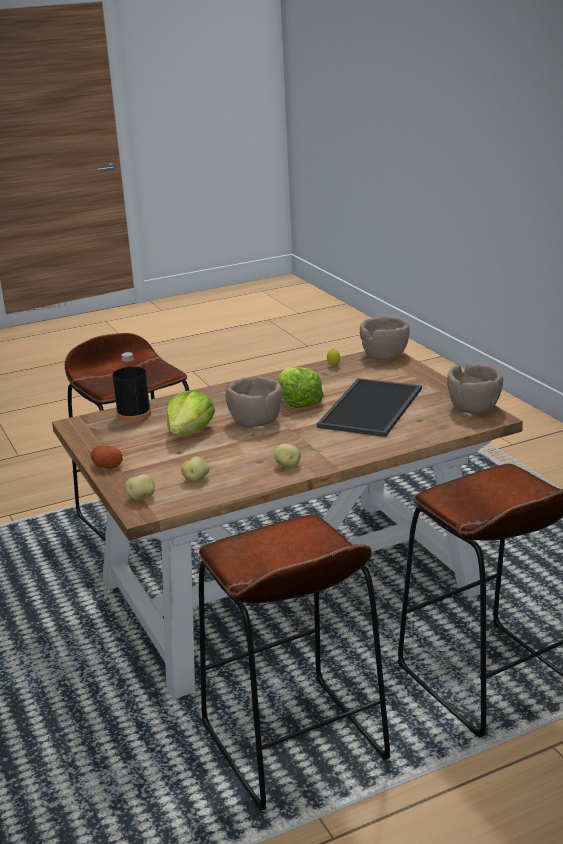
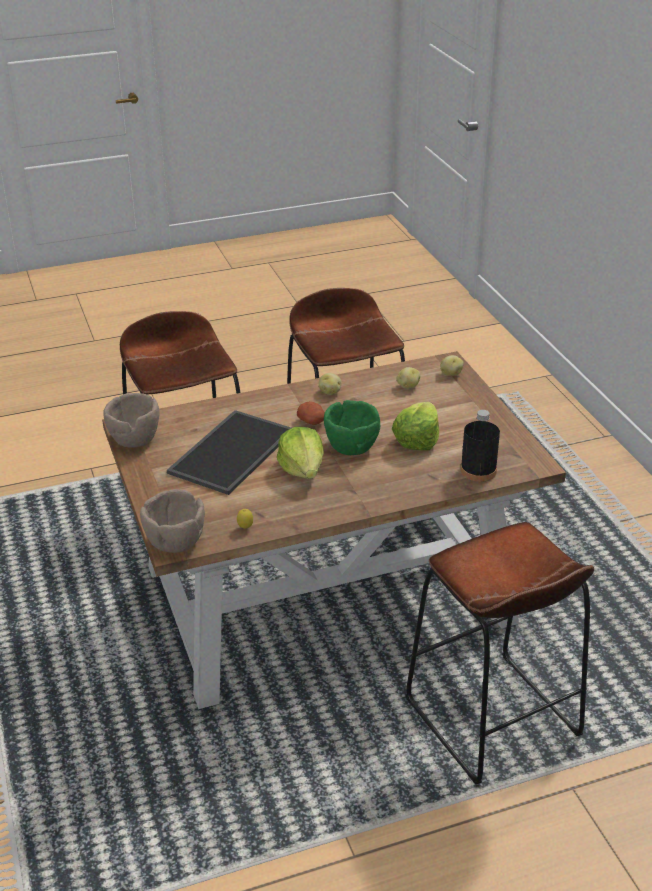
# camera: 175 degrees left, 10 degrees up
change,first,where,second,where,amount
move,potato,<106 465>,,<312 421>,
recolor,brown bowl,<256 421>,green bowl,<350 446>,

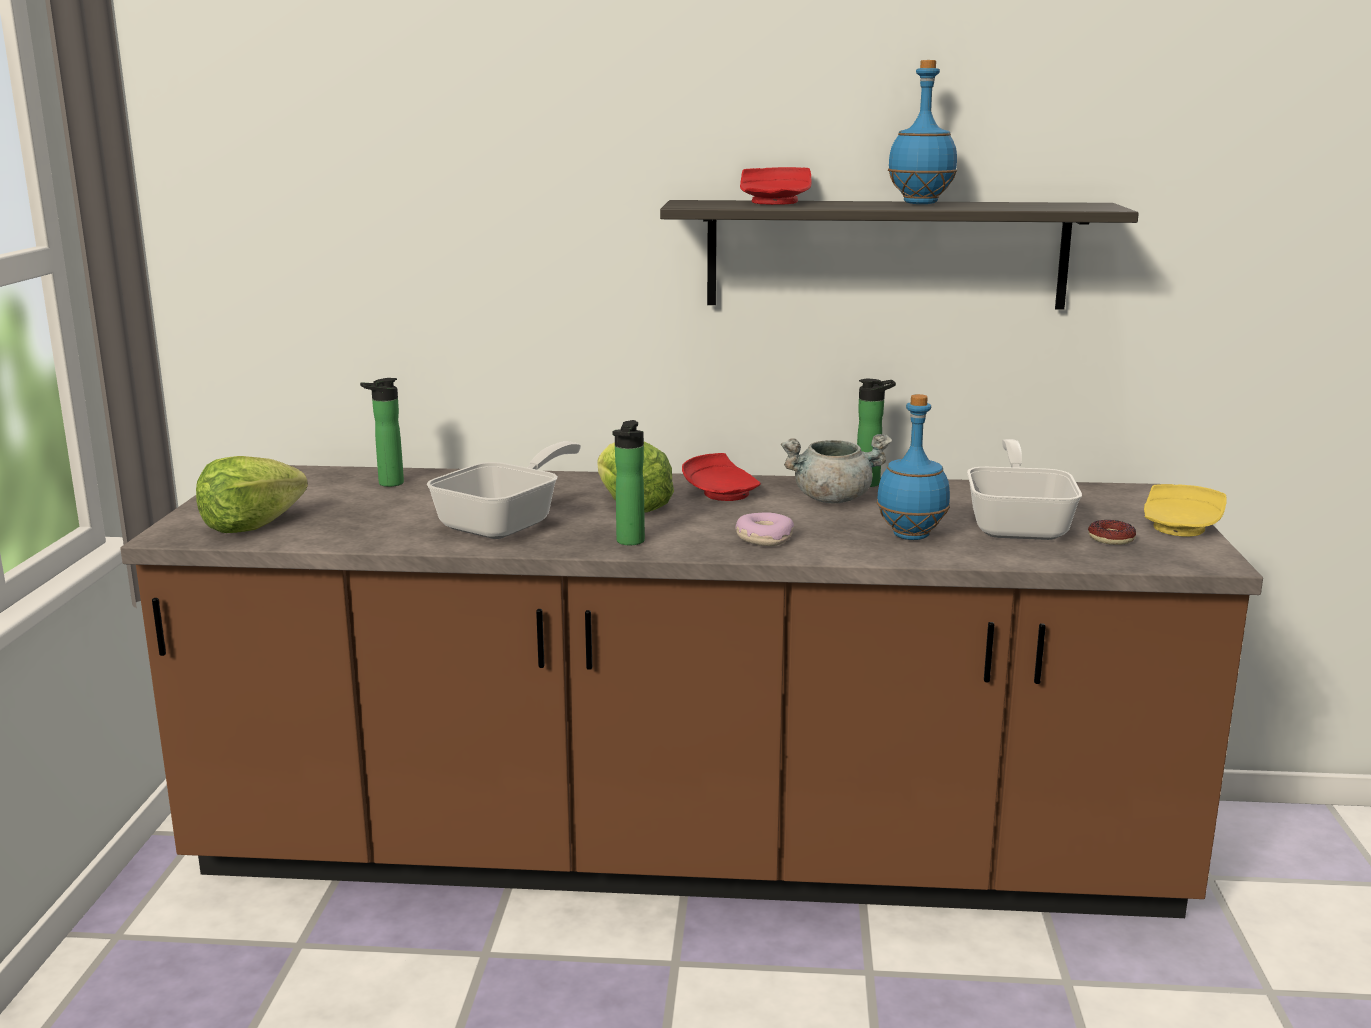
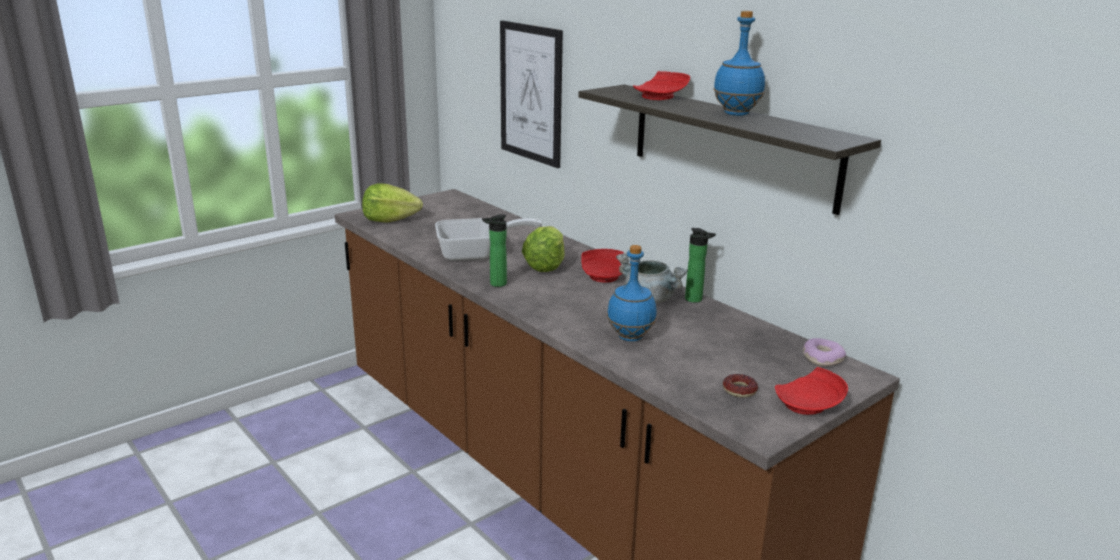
# camera: 45 degrees right, 5 degrees up
change,first,where,second,where,amount
insert,,,picture,<531 93>,
recolor,yellow plate,<1181 527>,red plate,<809 405>,
move,donut,<764 539>,,<822 358>,
delete,bottle,<387 484>,,,
delete,frying pan,<1019 524>,,,

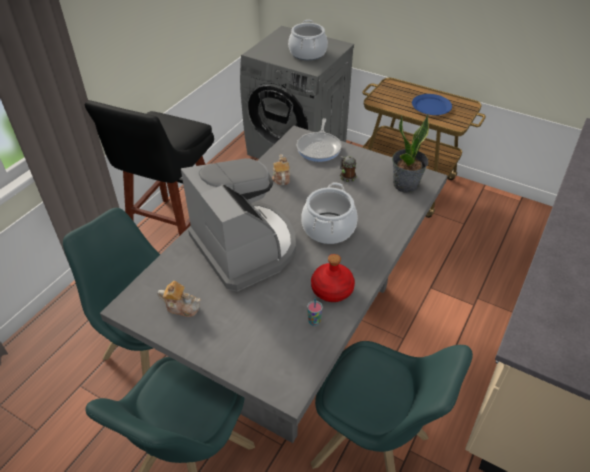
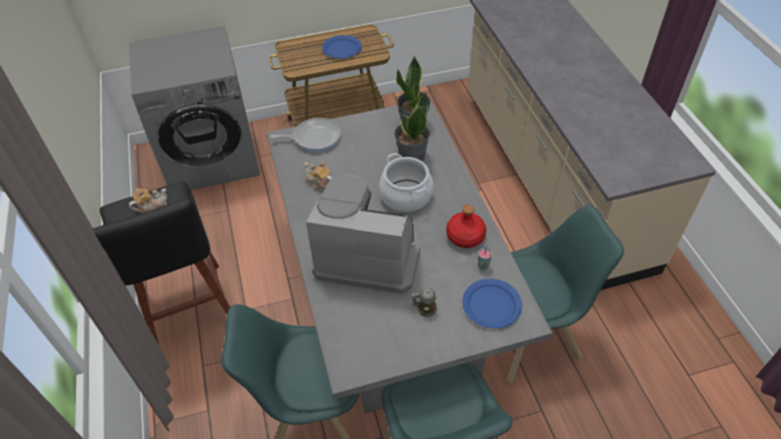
# camera: 45 degrees left, 5 degrees up
change,first,where,second,where,amount
move,teapot,<182 307>,,<152 207>,
rotate,frying pan,<319 148>,,<314 138>,60 degrees counterclockwise
insert,,,potted plant,<411 156>,
move,mug,<346 176>,,<424 309>,
insert,,,blue plate,<491 305>,
delete,cooking pot,<308 53>,,,

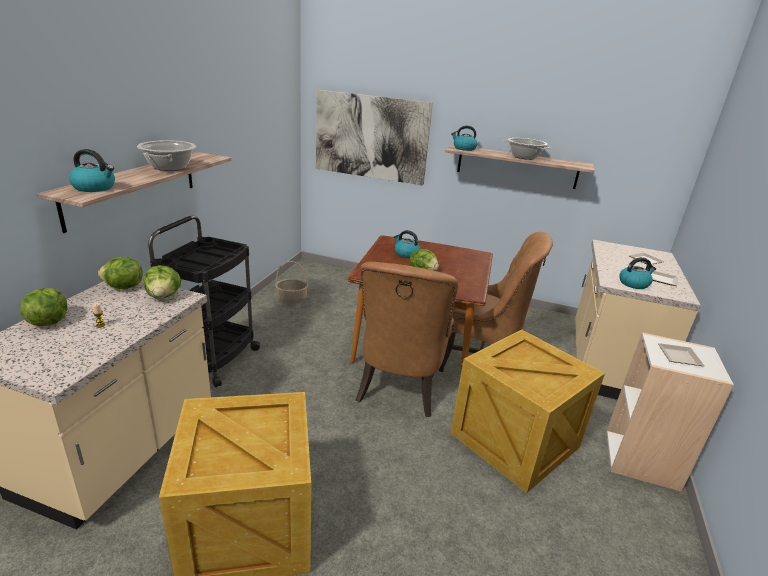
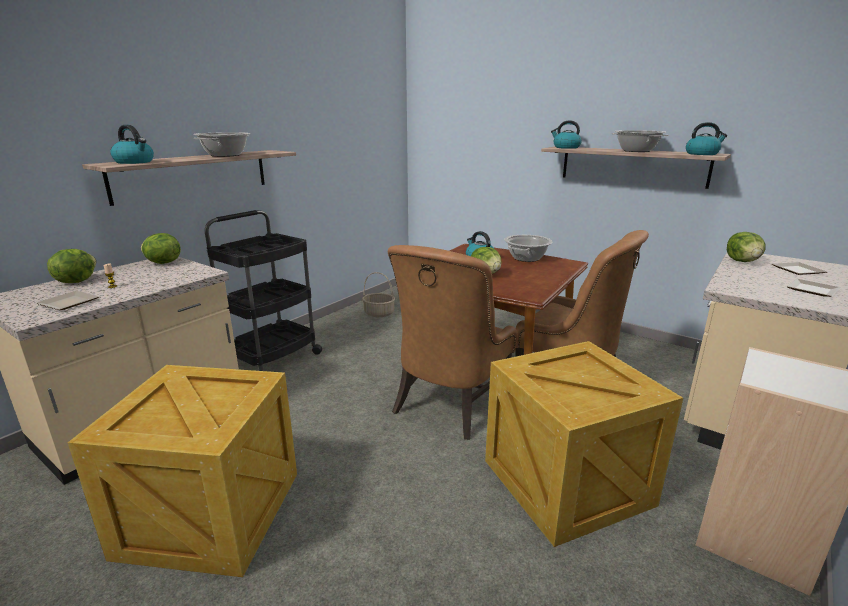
# camera: 20 degrees right, 5 degrees down
change,first,where,second,where,amount
move,plate,<677 356>,,<69 302>,
insert,,,cooking pot,<526 258>,
move,kettle,<634 283>,,<702 154>,
move,lettuce,<164 296>,,<743 261>,
delete,picture,<371 137>,,,

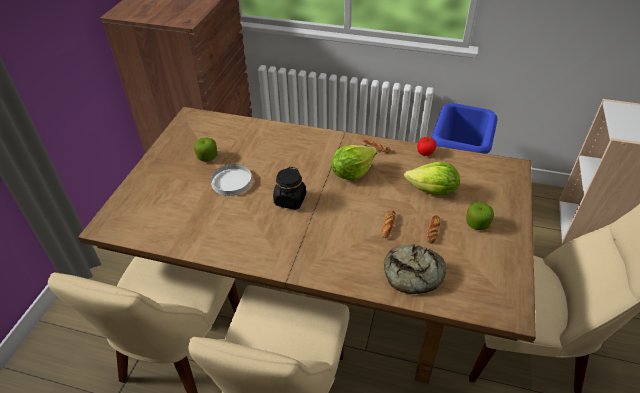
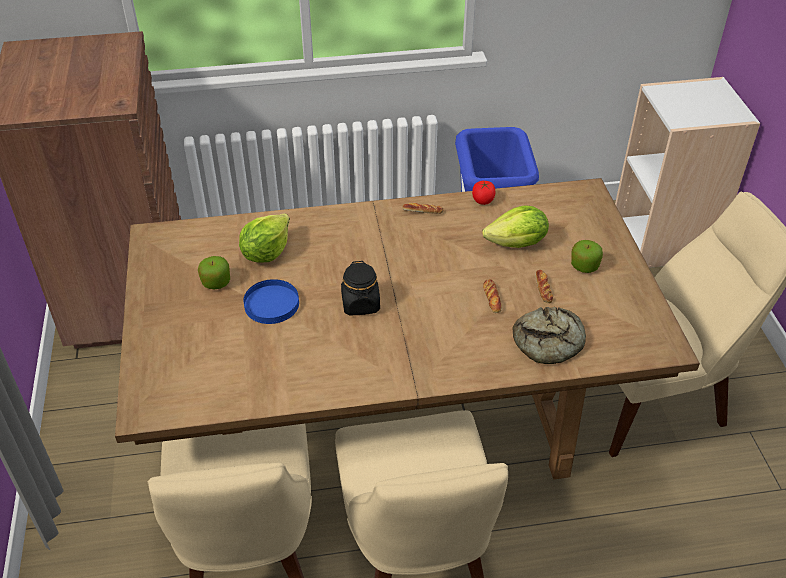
# camera: 25 degrees left, 0 degrees up
change,first,where,second,where,amount
move,lettuce,<352 172>,,<266 252>,
recolor,white plate,<231 182>,blue plate,<271 304>,

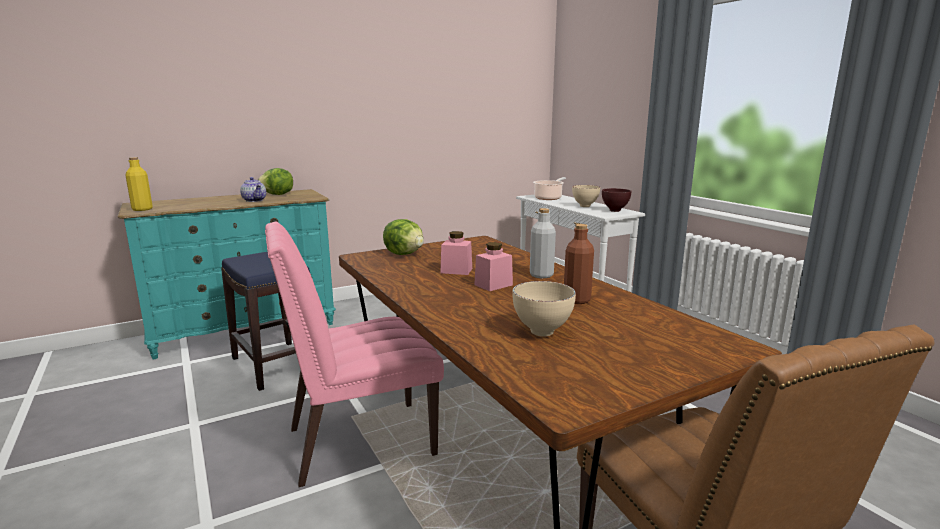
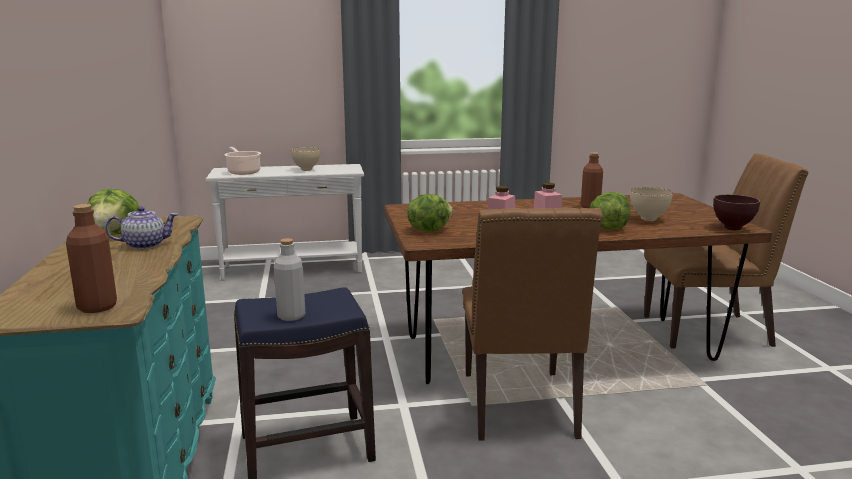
# camera: 70 degrees left, 0 degrees up
change,first,where,second,where,amount
recolor,yellow bottle,<142 209>,brown bottle,<97 307>,
move,grey bottle,<541 275>,,<291 316>,
recolor,pink chair,<362 441>,brown chair,<518 404>,
insert,,,lettuce,<608 228>,
move,brown bowl,<615 211>,,<733 229>,

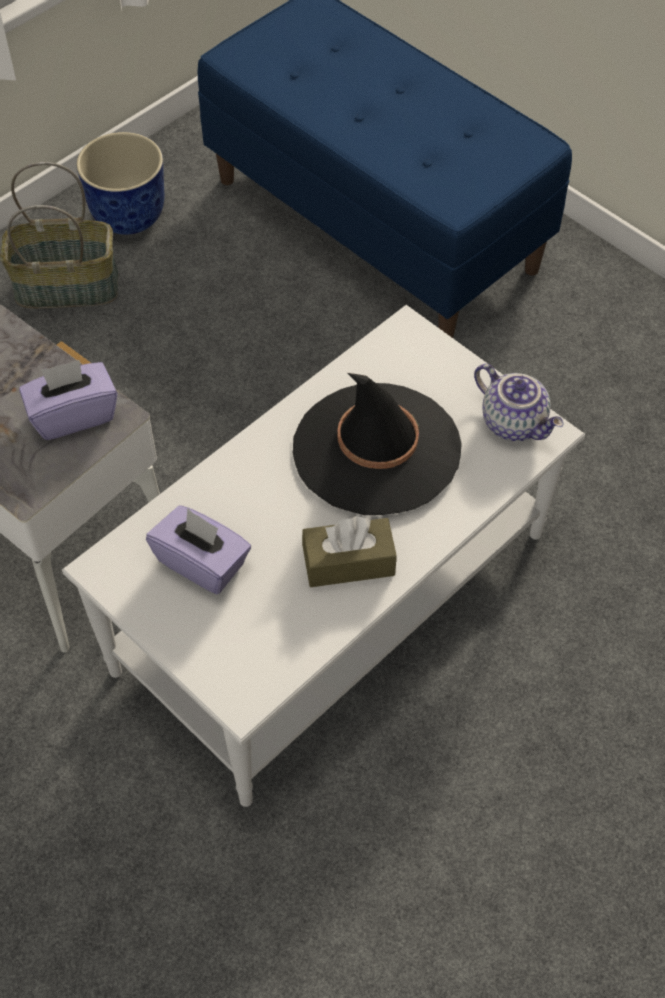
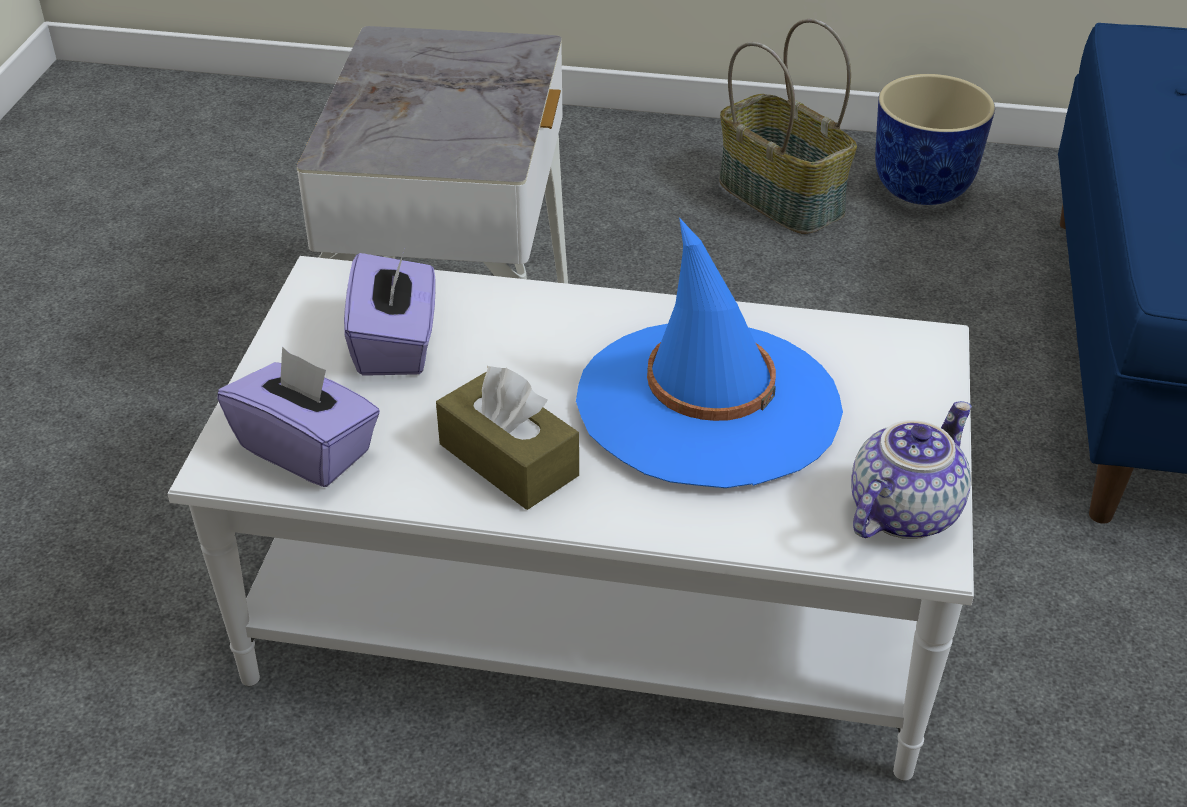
# camera: 55 degrees right, 15 degrees down
change,first,where,second,where,amount
move,purple tissue box,<73 415>,,<307 449>,
recolor,black hat,<376 449>,blue hat,<708 403>,
rotate,teapot,<515 422>,,<902 510>,150 degrees counterclockwise

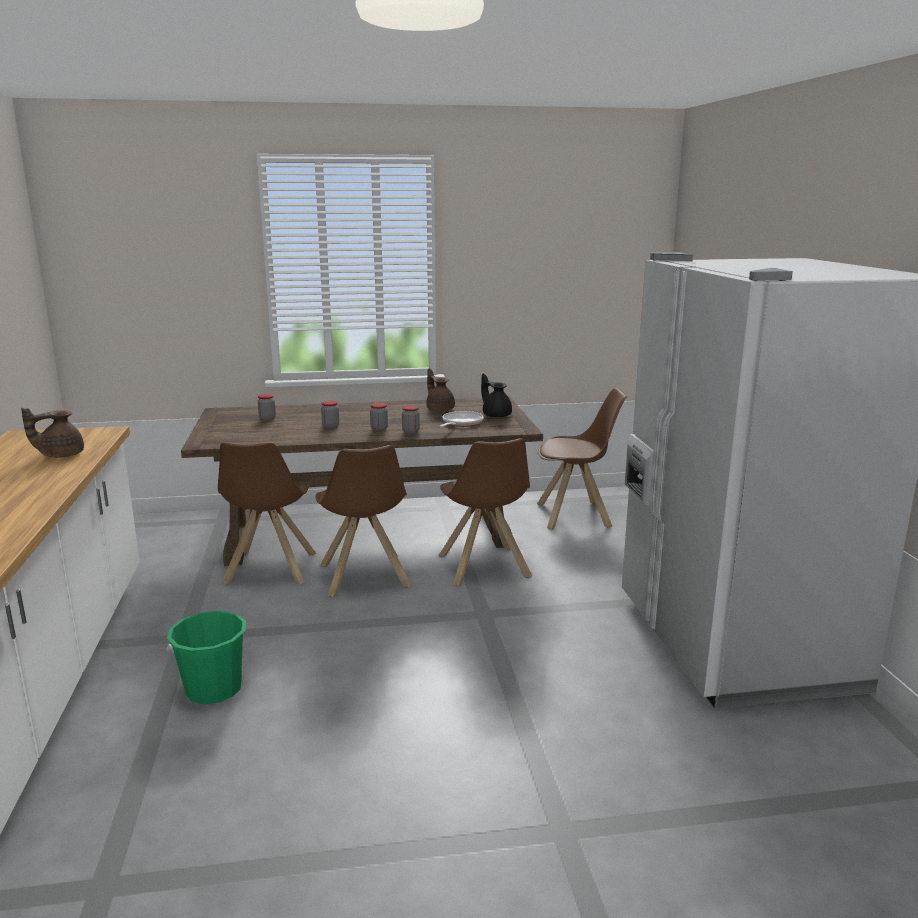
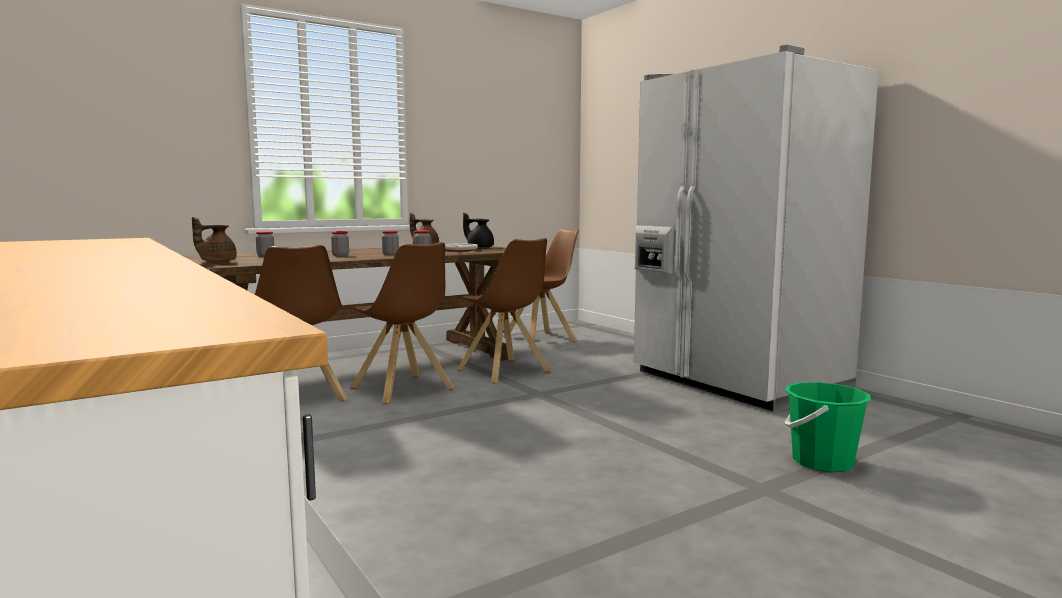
# camera: 25 degrees left, 10 degrees down
change,first,where,second,where,amount
move,brown teapot,<60 455>,,<216 262>,
move,green bucket,<214 689>,,<822 462>,

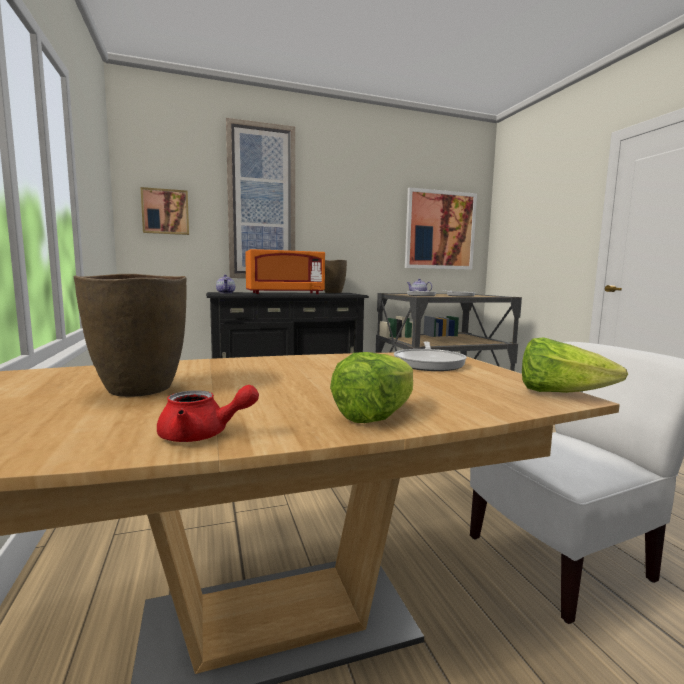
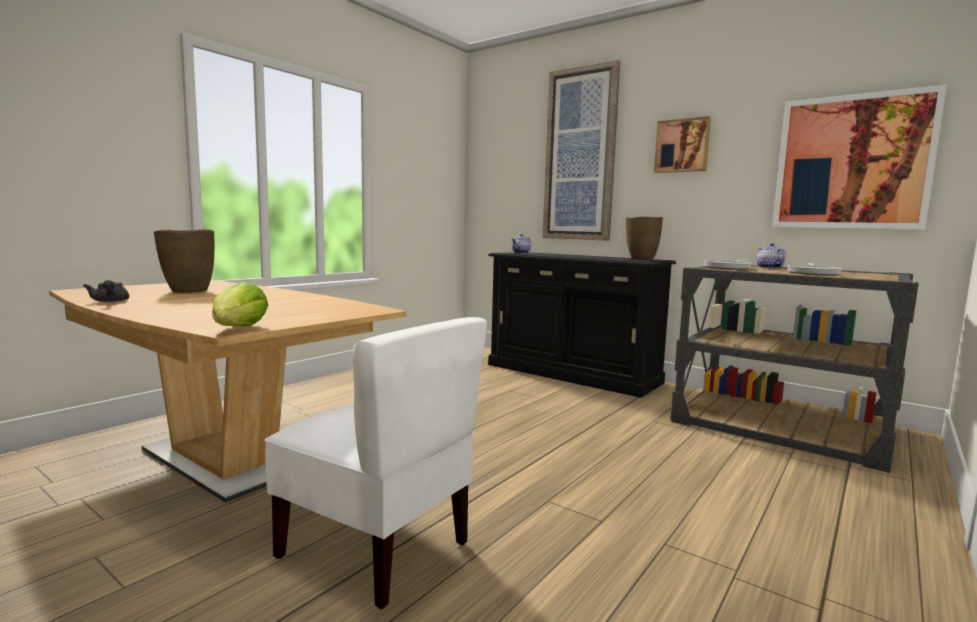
# camera: 55 degrees right, 0 degrees up
change,first,where,second,where,amount
recolor,red teapot,<203 435>,grey teapot,<110 301>,
move,picture,<165 212>,,<682 146>,
delete,orange microwave,<284 293>,,,
delete,lettuce,<376 415>,,,
delete,frying pan,<429 363>,,,

